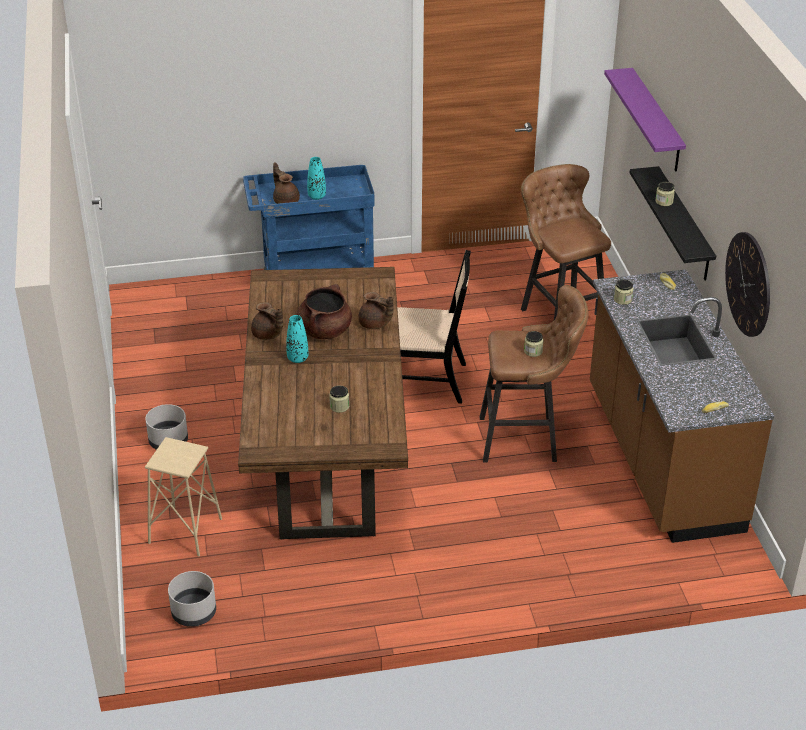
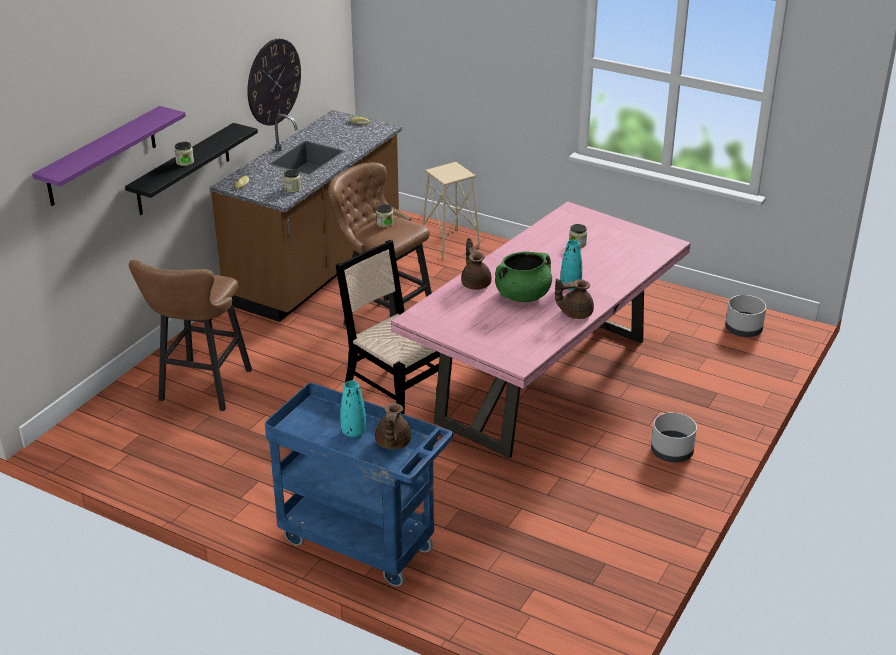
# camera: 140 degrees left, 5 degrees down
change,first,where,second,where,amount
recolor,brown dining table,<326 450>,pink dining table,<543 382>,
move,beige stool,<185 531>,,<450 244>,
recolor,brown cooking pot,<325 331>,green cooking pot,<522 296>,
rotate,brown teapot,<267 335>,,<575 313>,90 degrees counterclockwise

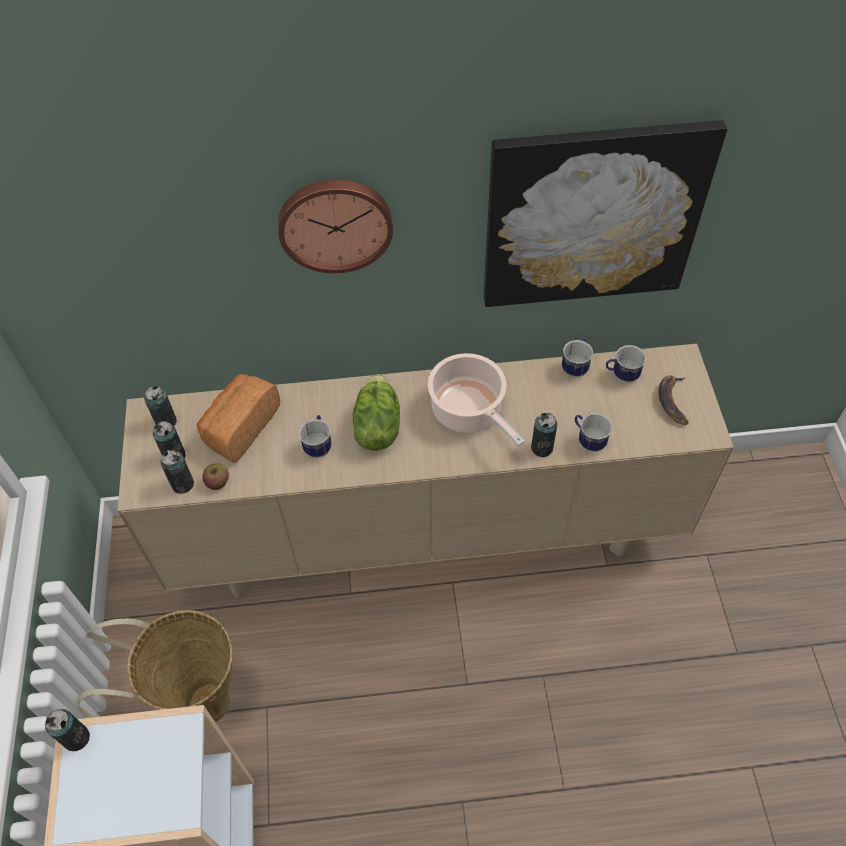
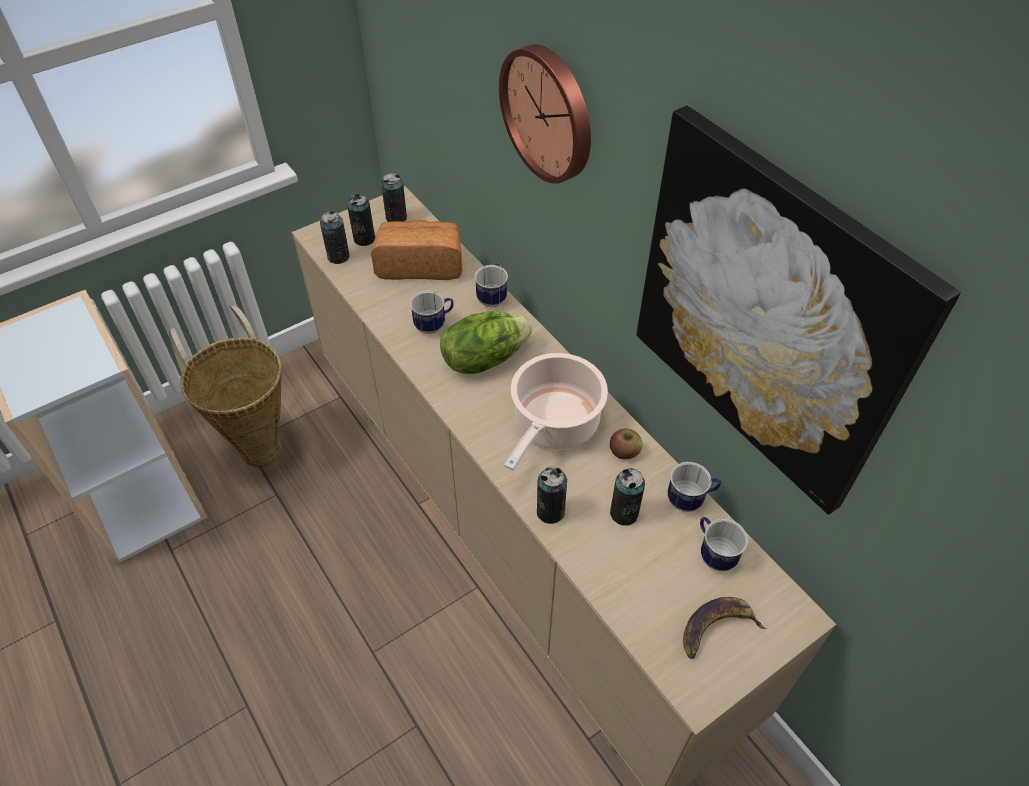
# camera: 60 degrees right, 5 degrees down
change,first,where,second,where,amount
move,mug,<588 440>,,<493 297>,
move,apple,<218 482>,,<624 452>,
move,can,<76 738>,,<624 513>,

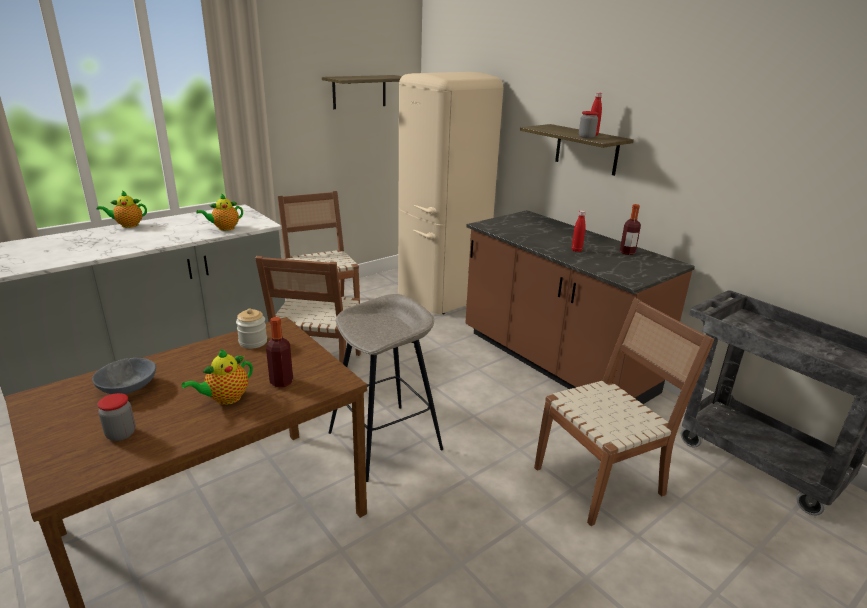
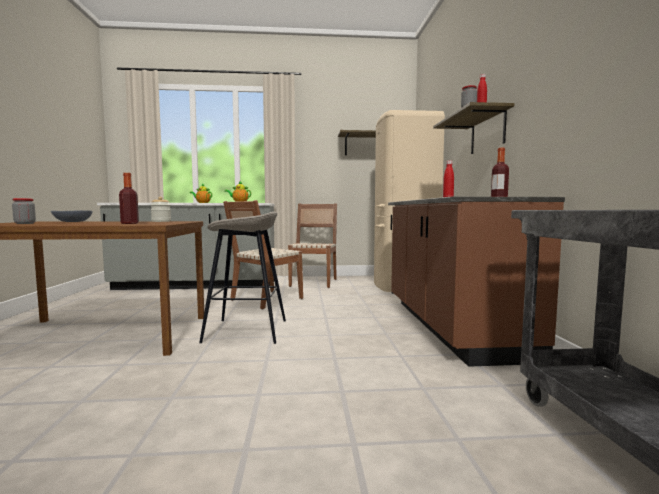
# camera: 35 degrees right, 20 degrees down
change,first,where,second,where,amount
delete,teapot,<225 399>,,,
delete,chair,<602 479>,,,

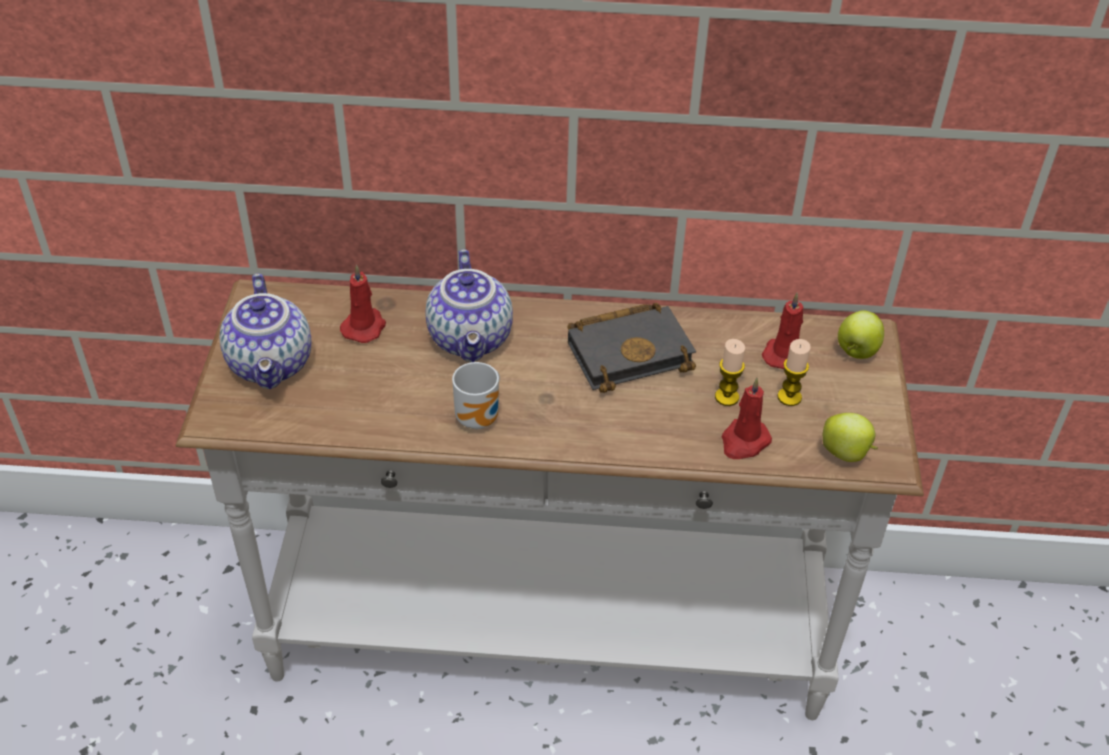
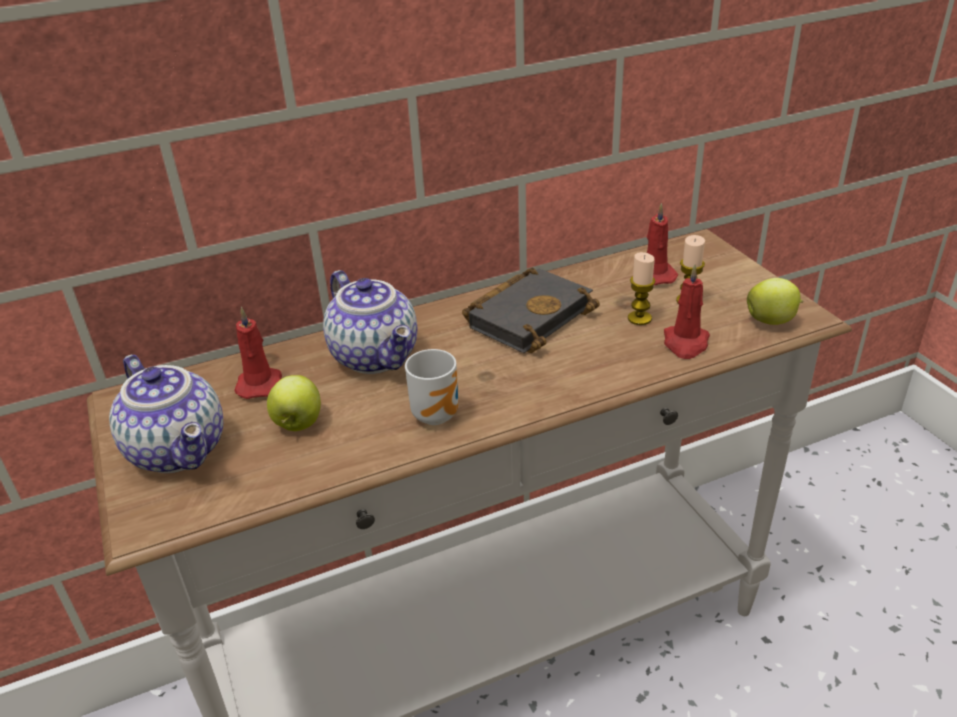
# camera: 25 degrees left, 10 degrees down
change,first,where,second,where,amount
move,apple,<856 351>,,<298 424>,

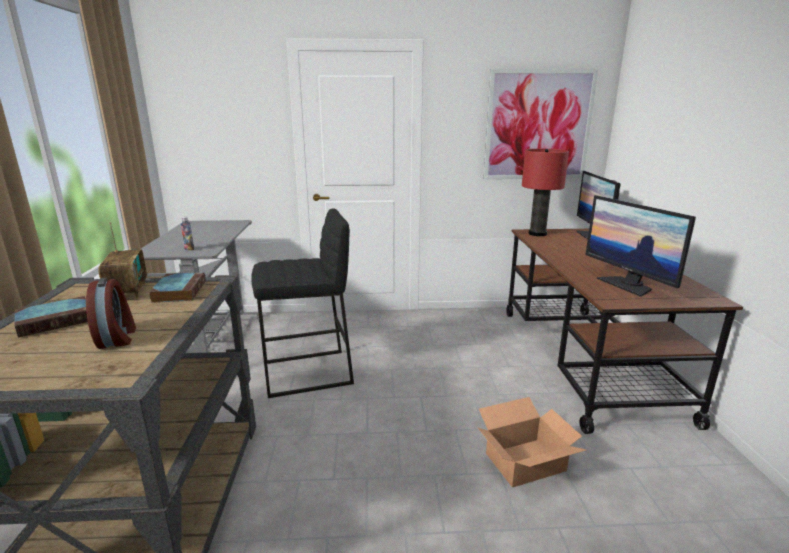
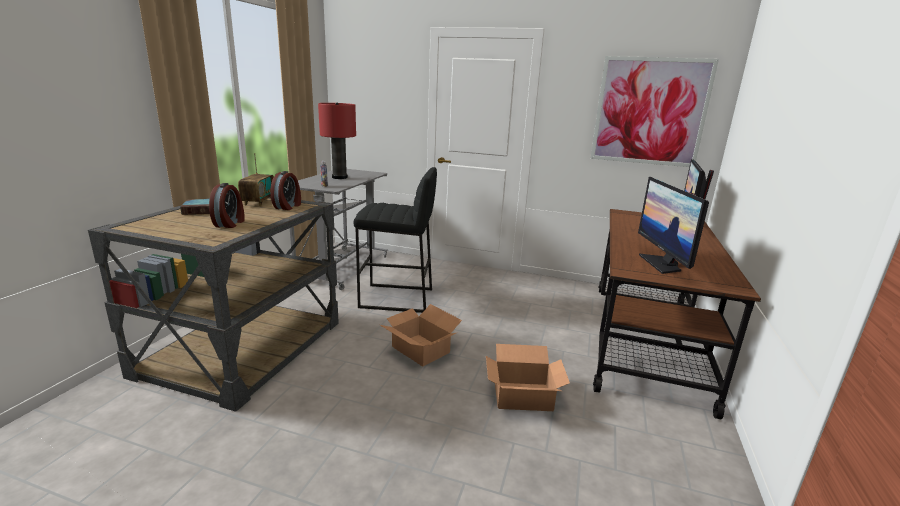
# camera: 20 degrees right, 0 degrees up
change,first,where,second,where,amount
replace,book,<179 291>,alarm clock,<288 206>,
move,red table lamp,<537 234>,,<339 177>,
insert,,,cardboard box,<420 349>,

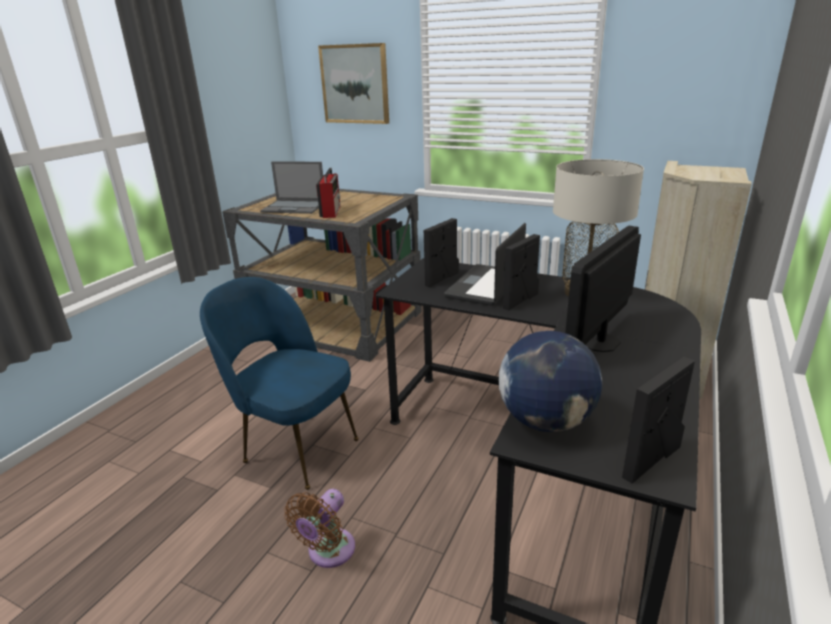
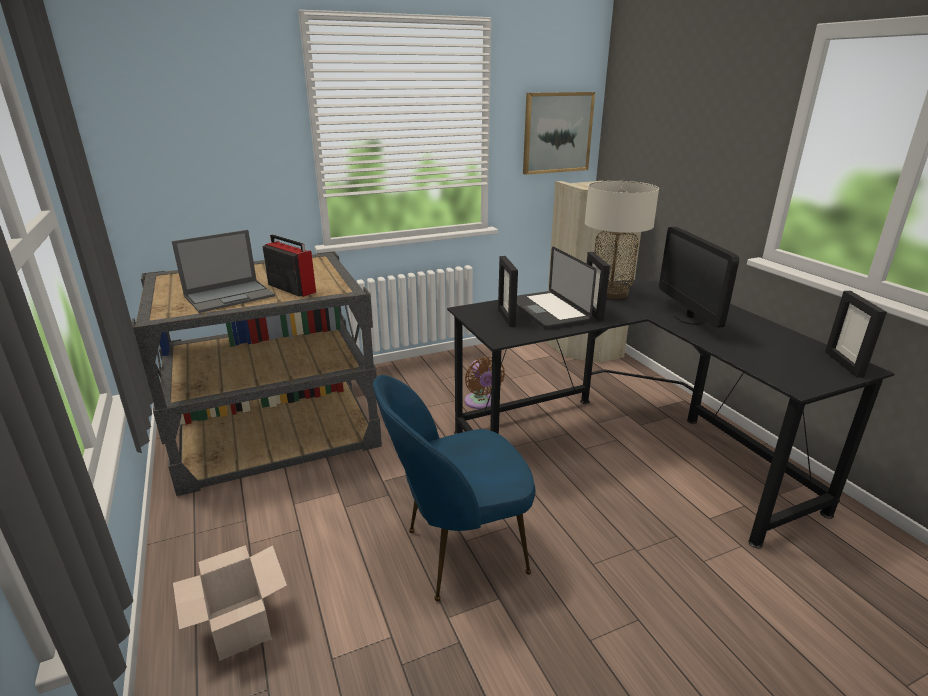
# camera: 50 degrees left, 0 degrees up
change,first,where,second,where,amount
insert,,,cardboard box,<238 625>,
move,brown fan,<328 552>,,<480 403>,
move,picture,<355 84>,,<557 133>,
delete,globe,<545 421>,,,

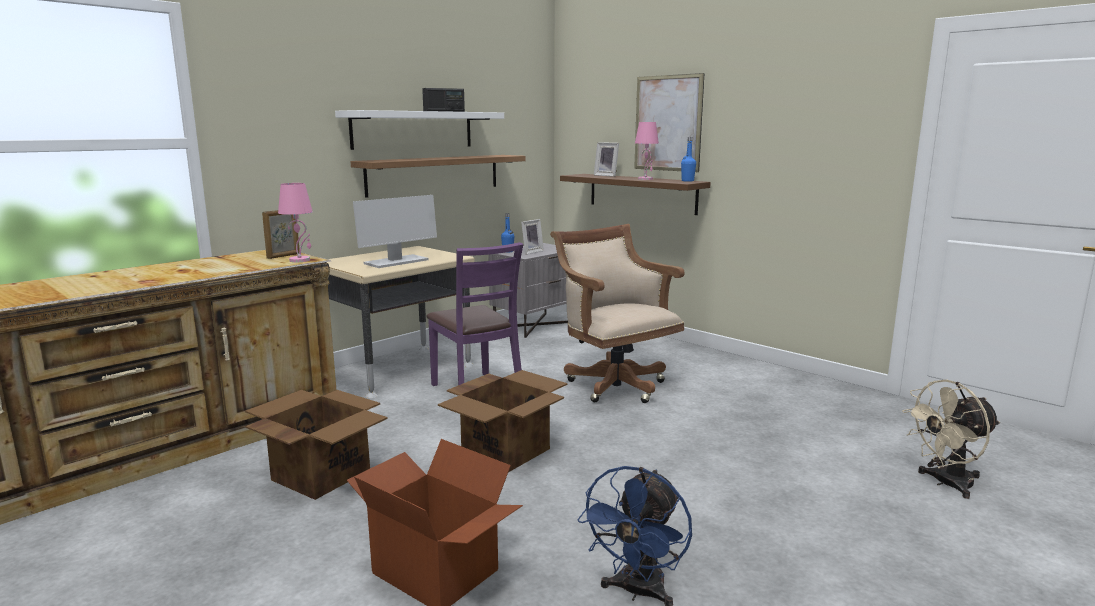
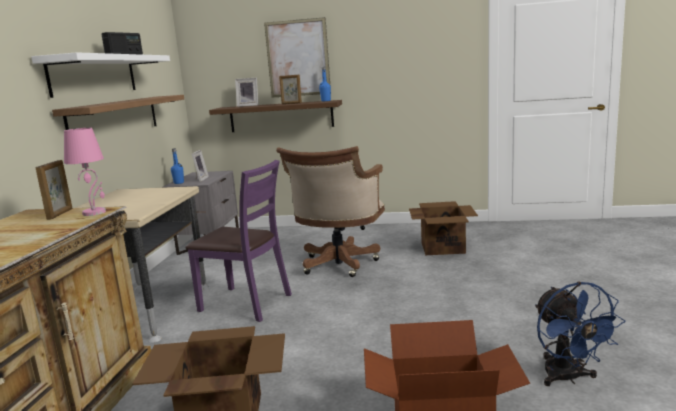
# camera: 35 degrees left, 0 degrees up
change,first,where,second,where,amount
rotate,office chair,<613 385>,,<338 265>,90 degrees counterclockwise
replace,pink table lamp,<645 179>,picture frame,<291 103>,
move,cardboard box,<507 450>,,<443 247>,
delete,monitor,<396 262>,,,
delete,beige fan,<945 483>,,,

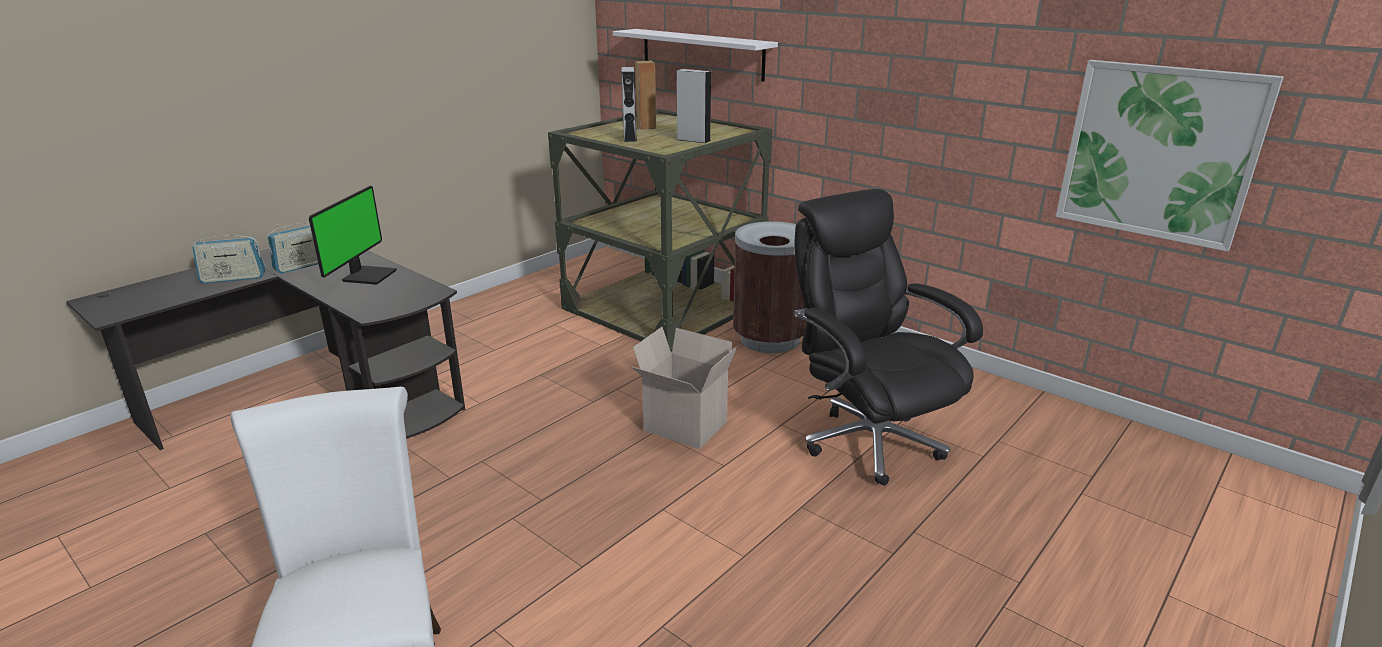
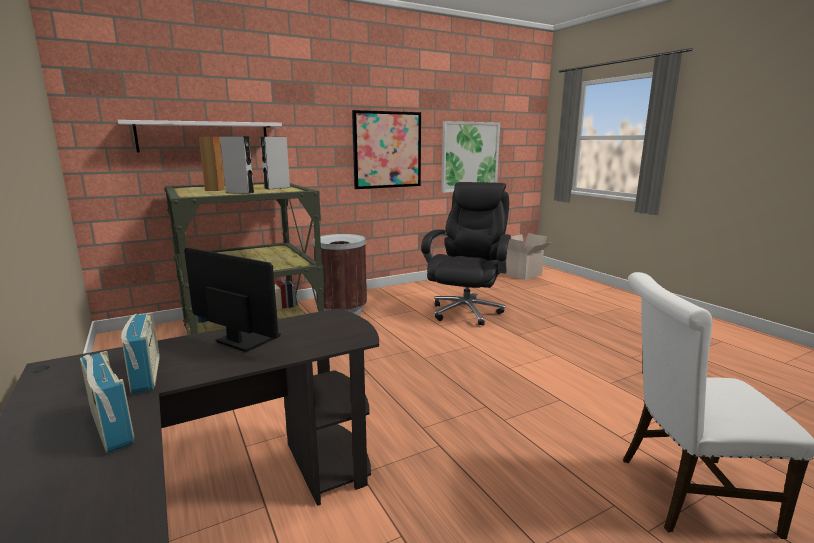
# camera: 70 degrees left, 10 degrees down
change,first,where,second,where,amount
rotate,radio,<233 278>,,<111 428>,45 degrees counterclockwise
insert,,,picture,<387 150>,
rotate,black office chair,<867 440>,,<467 311>,120 degrees clockwise
move,cardboard box,<683 427>,,<524 275>,

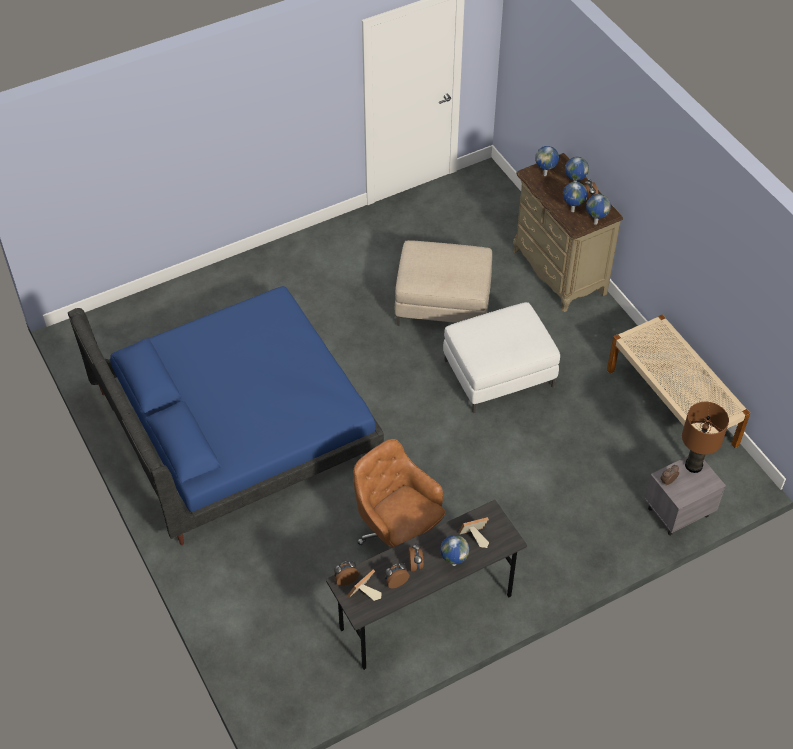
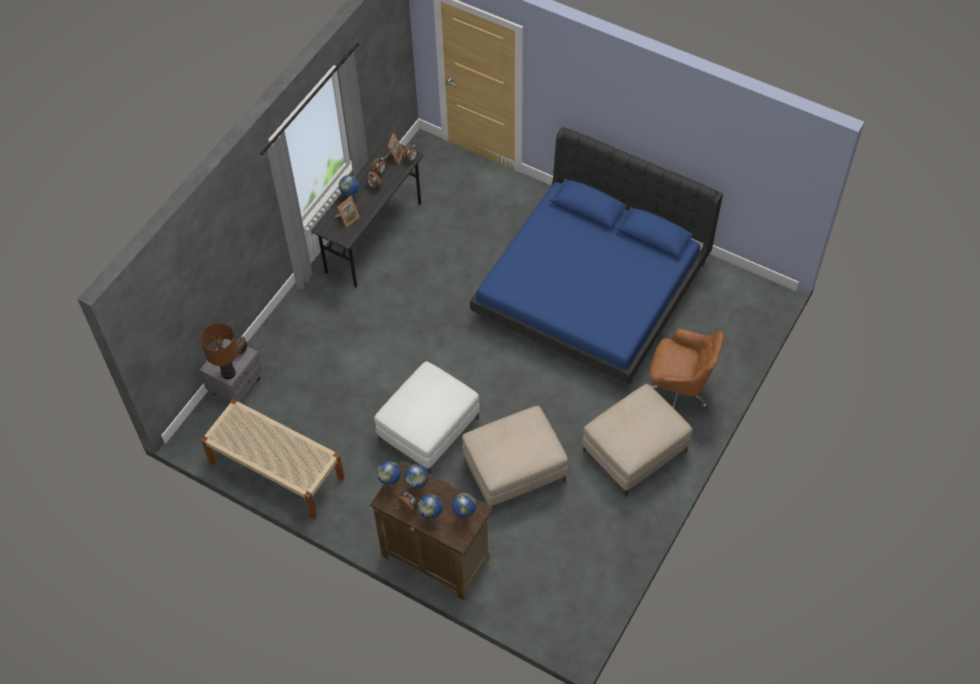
# camera: 150 degrees right, 5 degrees up
change,first,where,second,where,amount
insert,,,beige ottoman,<634 451>,
move,brown office chair,<399 538>,,<678 391>,

